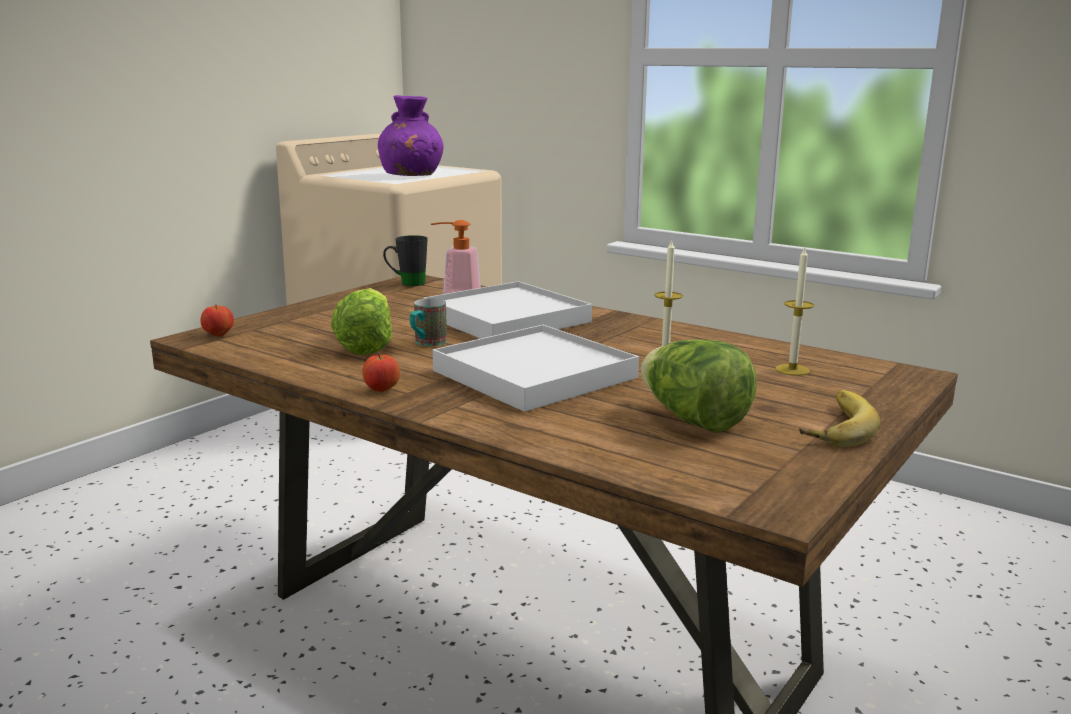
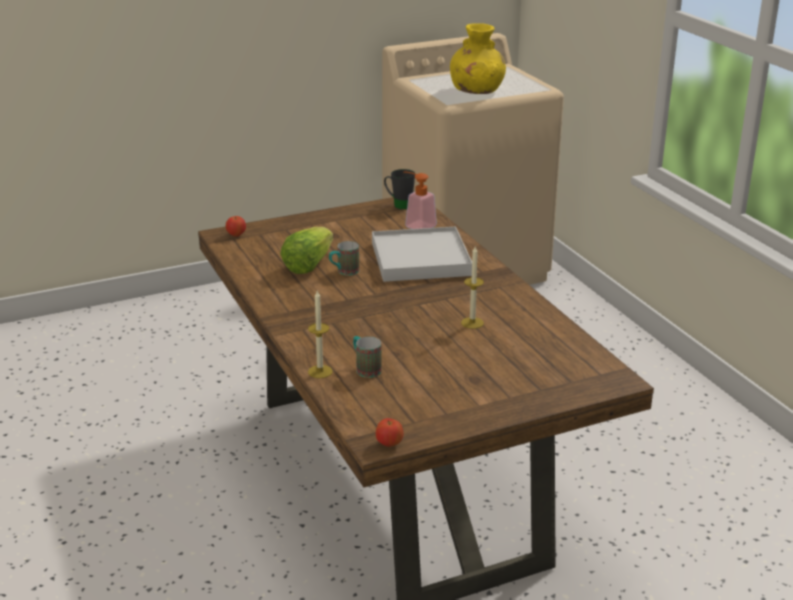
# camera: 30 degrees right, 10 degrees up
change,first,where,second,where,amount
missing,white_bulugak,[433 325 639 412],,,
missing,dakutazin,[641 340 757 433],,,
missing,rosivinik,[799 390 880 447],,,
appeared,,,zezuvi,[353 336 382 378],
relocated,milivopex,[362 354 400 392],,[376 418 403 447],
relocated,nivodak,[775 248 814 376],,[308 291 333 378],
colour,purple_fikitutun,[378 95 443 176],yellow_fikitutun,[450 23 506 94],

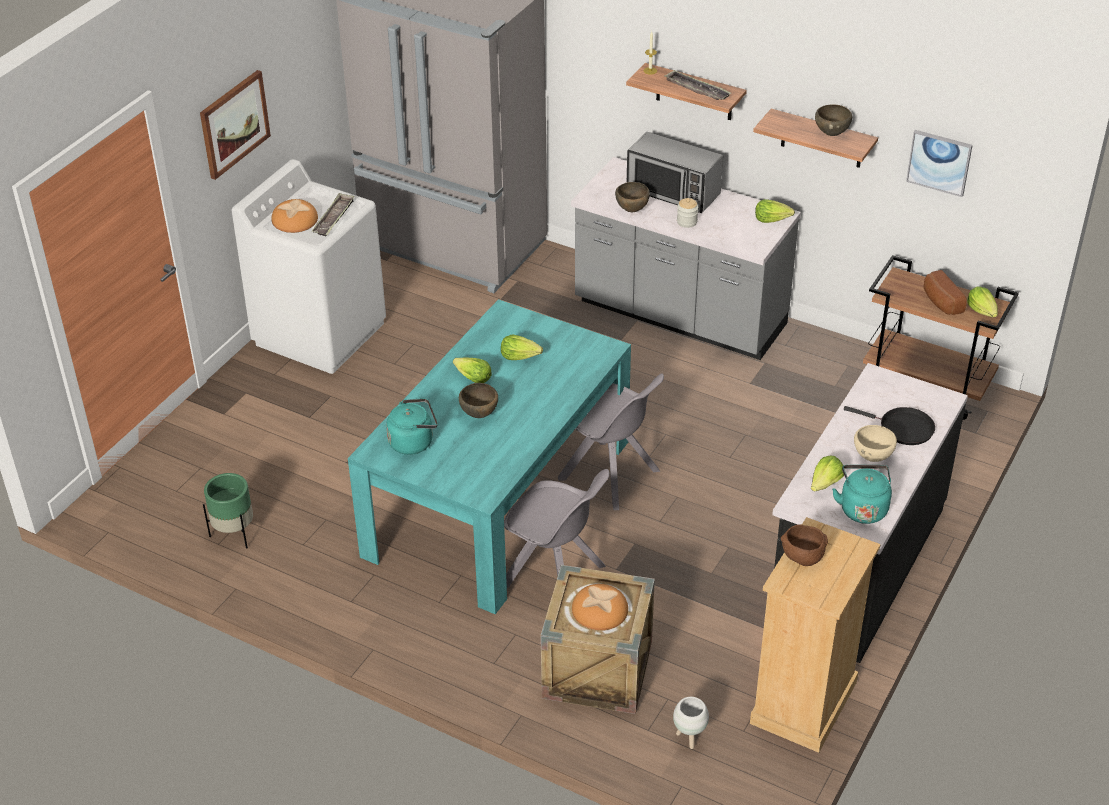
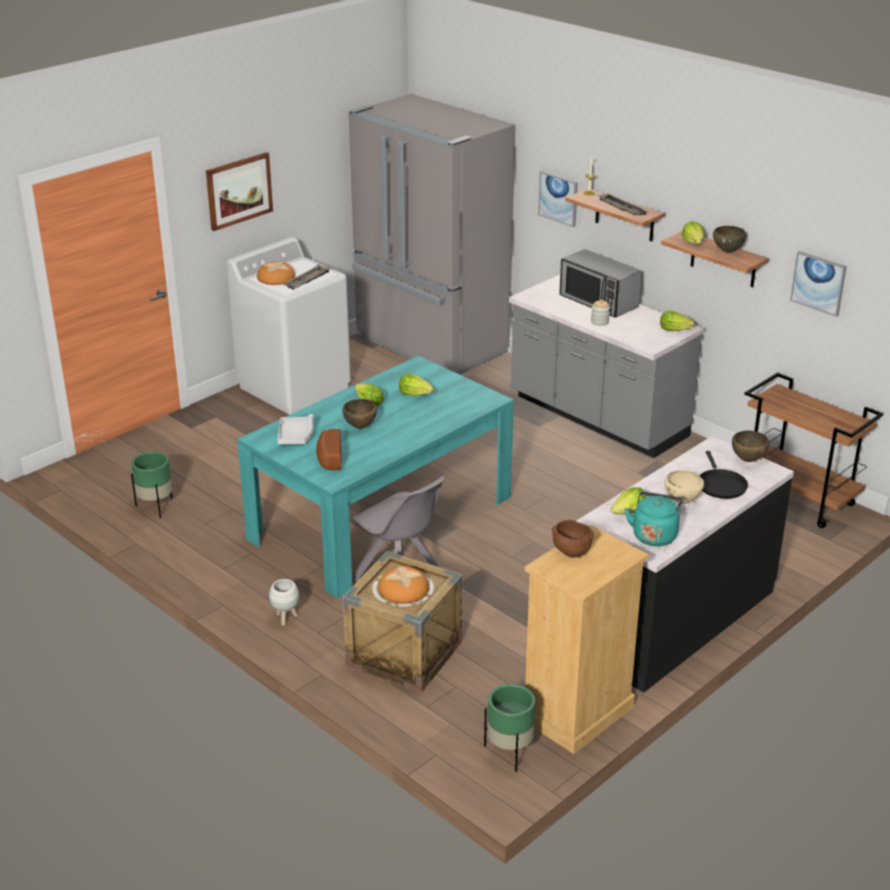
# camera: 15 degrees right, 10 degrees down
change,first,where,second,where,amount
missing,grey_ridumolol,[558 374 664 510],,,
appeared,,,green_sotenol,[484 684 535 772],
appeared,,,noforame,[538 171 578 227],
relocated,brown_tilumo,[615 182 650 212],,[732 431 769 462],
relocated,white_sotenol,[673 697 709 749],,[269 579 299 626],
relocated,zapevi,[924 270 967 315],,[316 429 342 470],
relocated,dakutazin,[967 287 998 318],,[682 221 705 244],
exchanged,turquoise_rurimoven,[386 398 438 455],grey_bulugak,[277 414 314 445],
spun,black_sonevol,[844 406 935 445],,[699 451 748 499],45 degrees clockwise

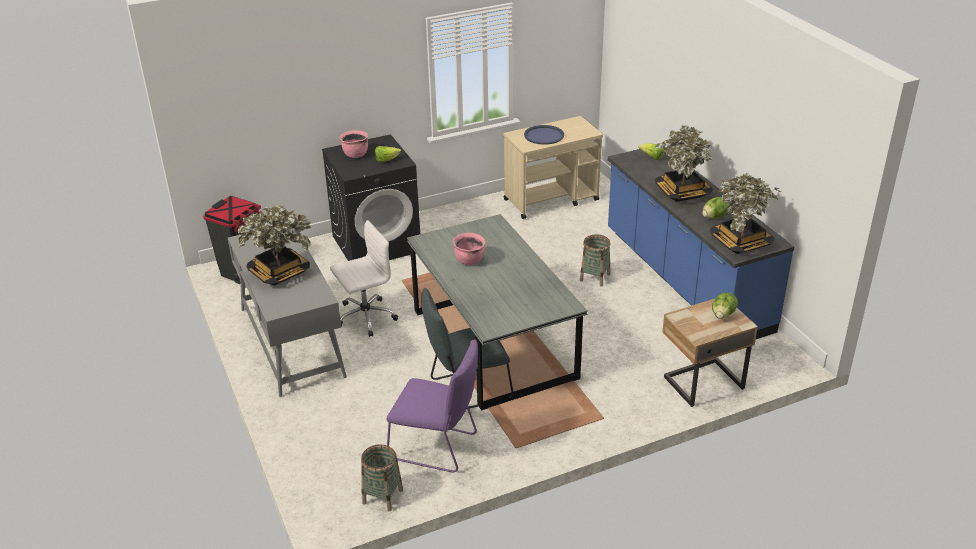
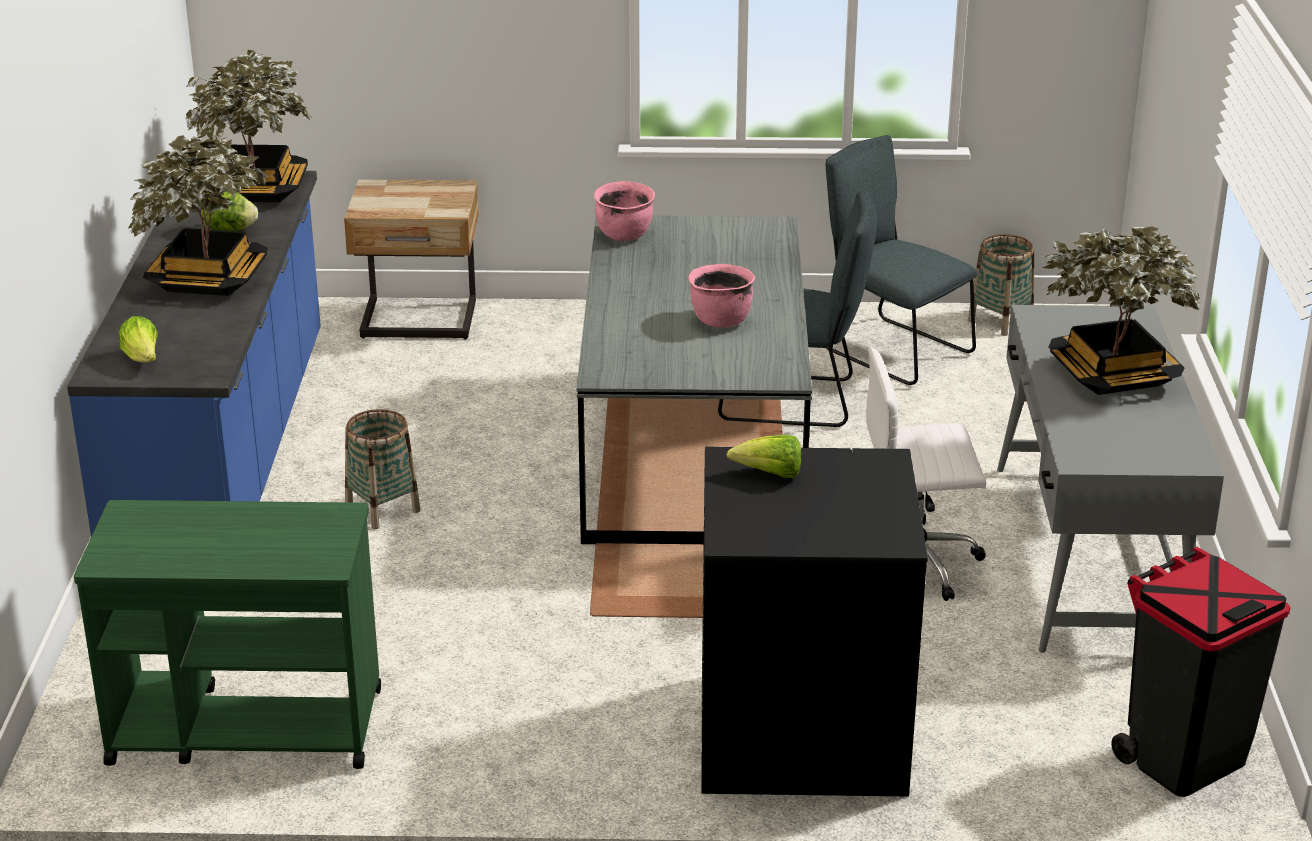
# camera: 155 degrees left, 5 degrees down
change,first,where,second,where,amount
missing,blue_bulugak,[524 125 564 145],,,
missing,dakutazin,[712 292 738 319],,,
relocated,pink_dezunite,[340 130 368 158],,[594 181 655 241],
colour,purple_ridumolol,[386 339 478 473],grey_ridumolol,[826 135 978 385],
colour,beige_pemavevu,[503 116 603 219],green_pemavevu,[74 500 381 769],

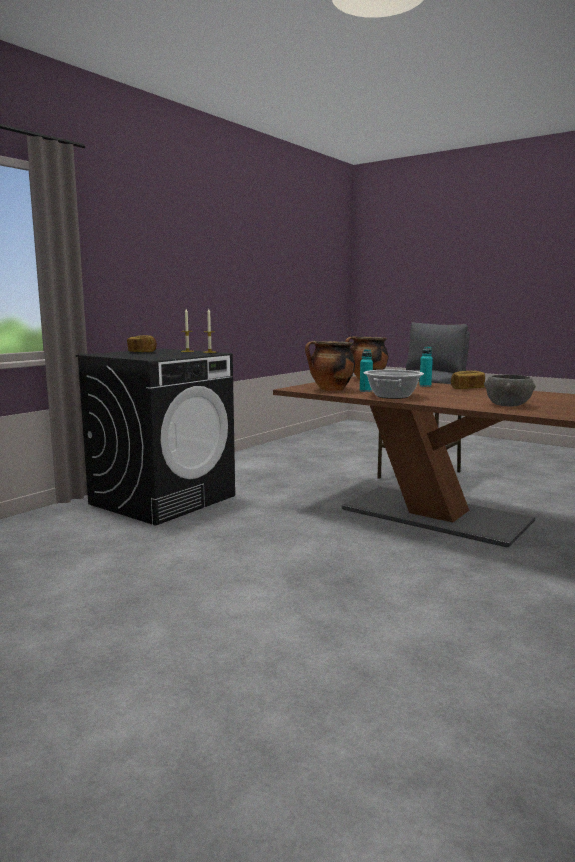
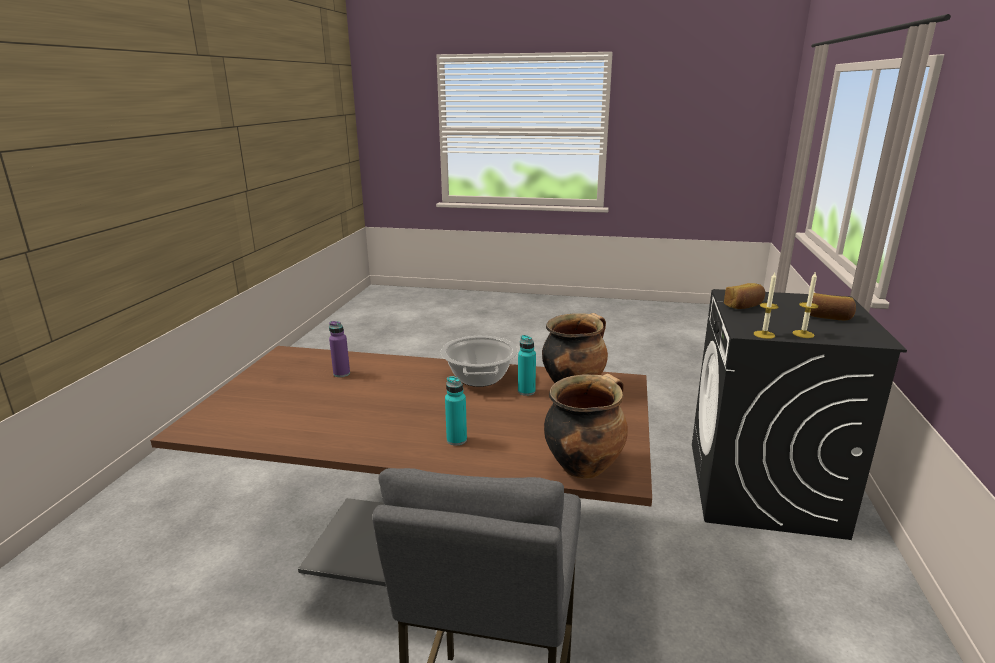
# camera: 155 degrees right, 10 degrees up
change,first,where,second,where,amount
relocated,zapevi,[451 371 485 389],,[724 283 765 309],
exchanged,grey_tilumo,[484 374 536 406],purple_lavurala,[329 321 350 377],

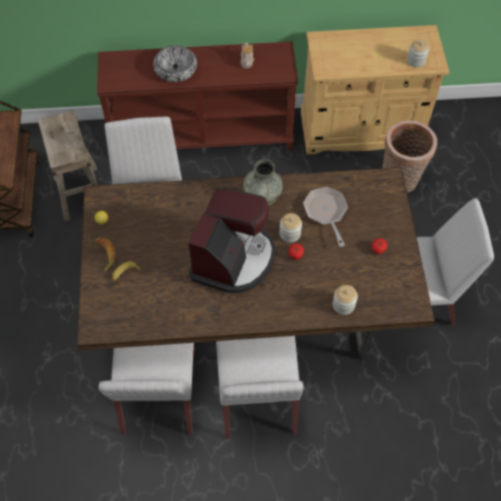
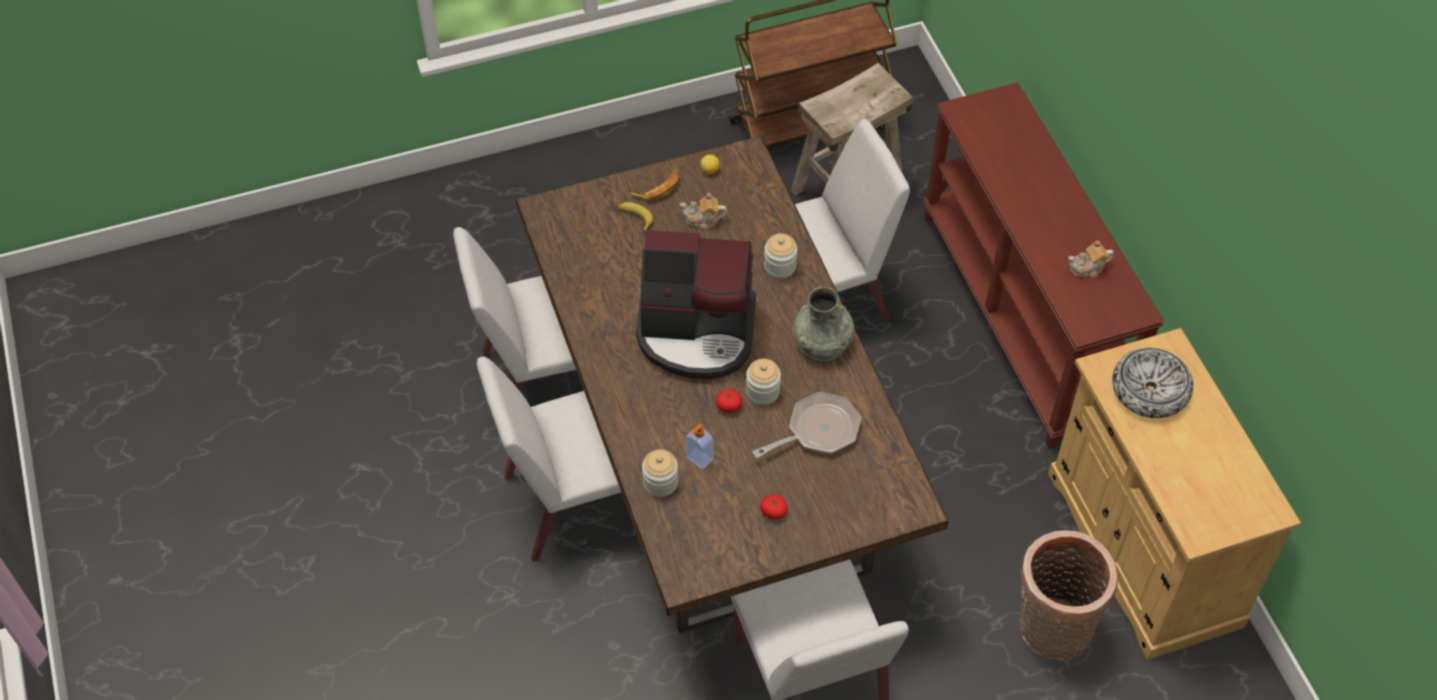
# camera: 75 degrees right, 5 degrees down
change,first,where,second,where,amount
appeared,,,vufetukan,[680 193 727 230],
appeared,,,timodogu,[685 423 714 470],
relocated,tilumo,[153 45 197 82],,[1112 348 1193 418],
relocated,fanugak,[407 39 429 67],,[764 234 797 279],

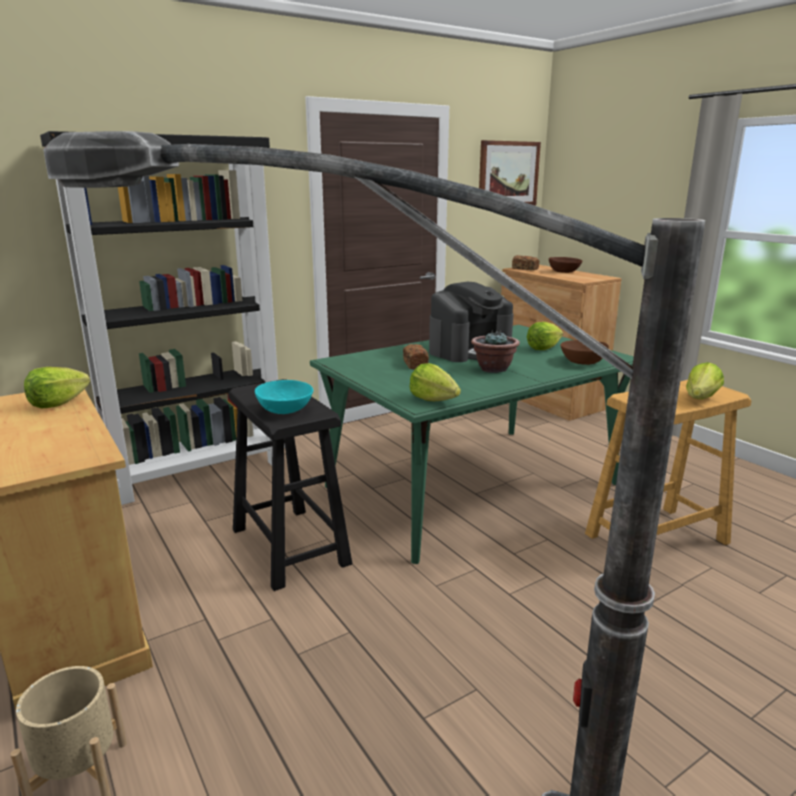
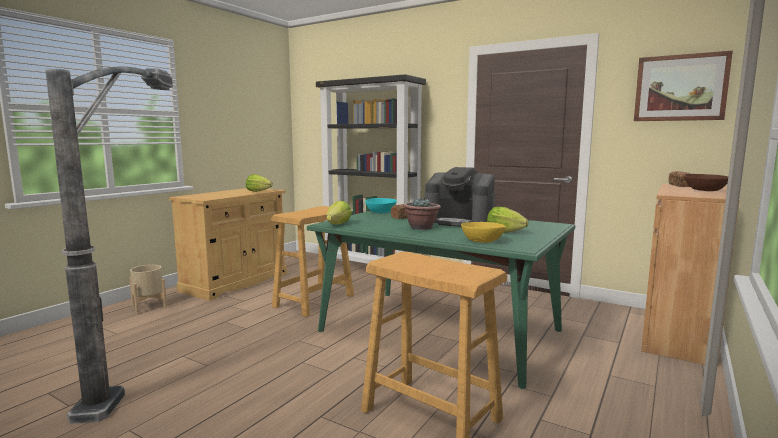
# camera: 65 degrees right, 10 degrees down
change,first,where,second,where,amount
missing,dakutazin,[686 362 724 399],,,
relocated,turquoise_tilumo,[255 380 313 414],,[365 198 397 213],
colour,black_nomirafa,[228 379 352 591],beige_nomirafa,[271 206 354 317],
colour,brown_tilumo,[560 340 609 365],yellow_tilumo,[461 222 506 243],

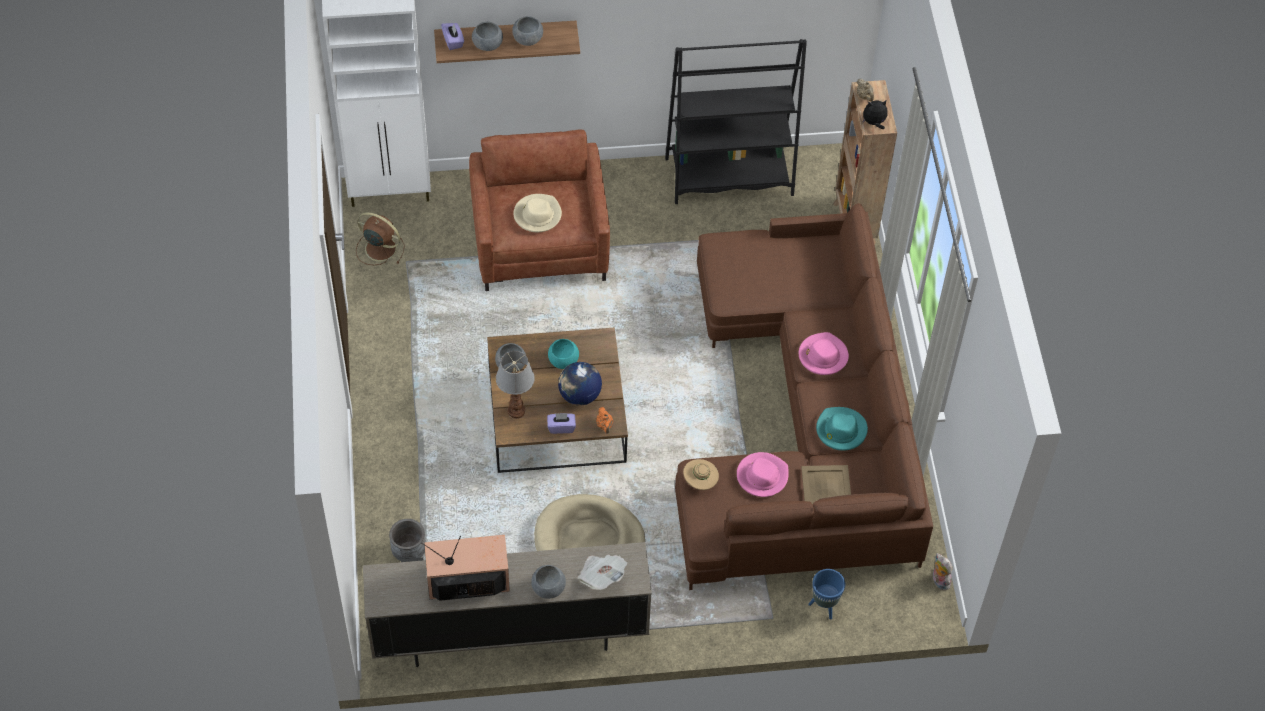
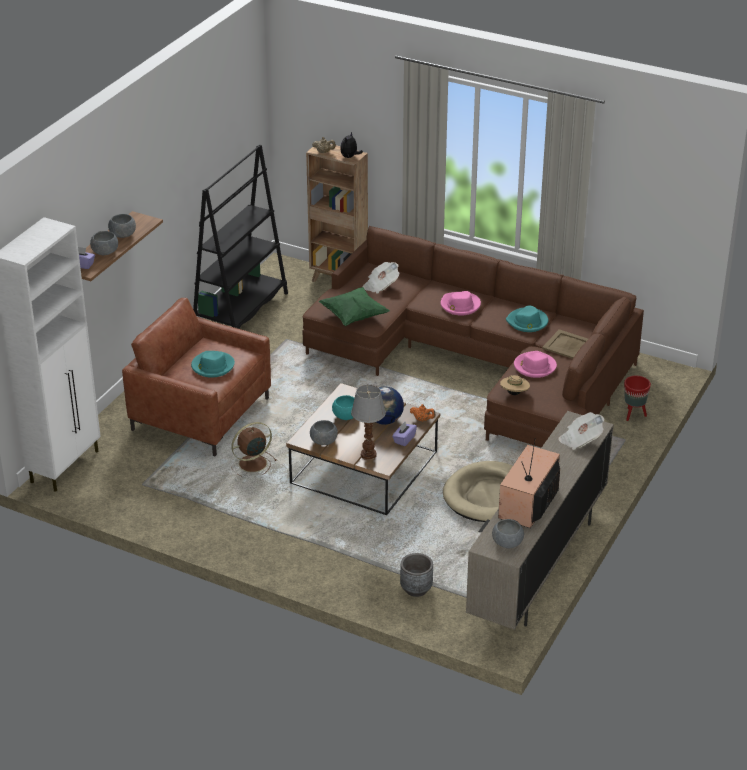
# camera: 55 degrees left, 20 degrees down
change,first,where,second,where,amount
missing,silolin,[933 553 952 590],,,
appeared,,,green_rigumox,[318 287 390 326],
appeared,,,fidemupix,[362 262 399 294],
relocated,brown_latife,[356 212 405 265],,[231 422 277 476],
relocated,grey_tilumo,[531 565 566 599],,[492 519 524 548],
colour,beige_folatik,[513 194 562 232],turquoise_folatik,[191 351 235 377],
colour,blue_sotenol,[808 569 845 620],red_sotenol,[624 376 651 421],

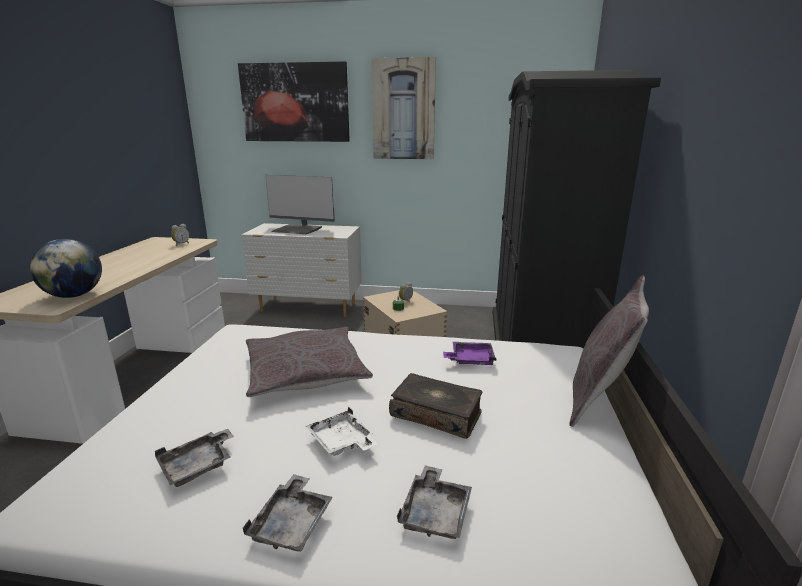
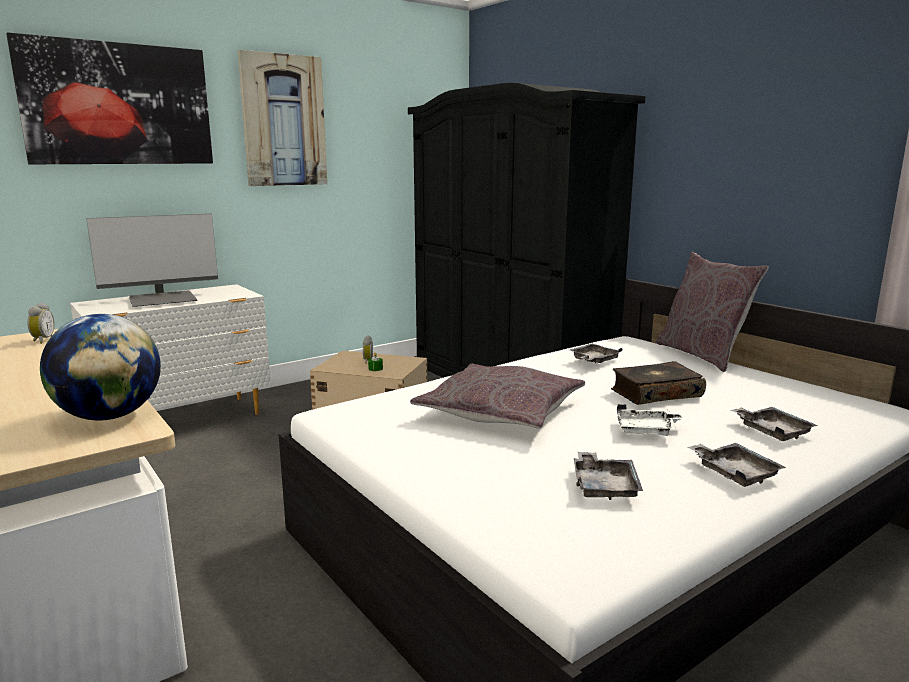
# camera: 45 degrees left, 5 degrees down
change,first,where,second,where,amount
colour,purple_bulugak,[443 342 496 365],grey_bulugak,[570 344 623 363],

